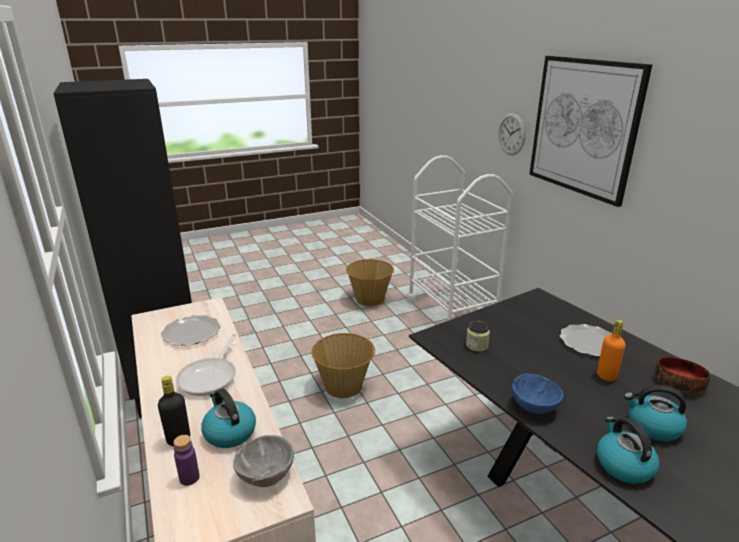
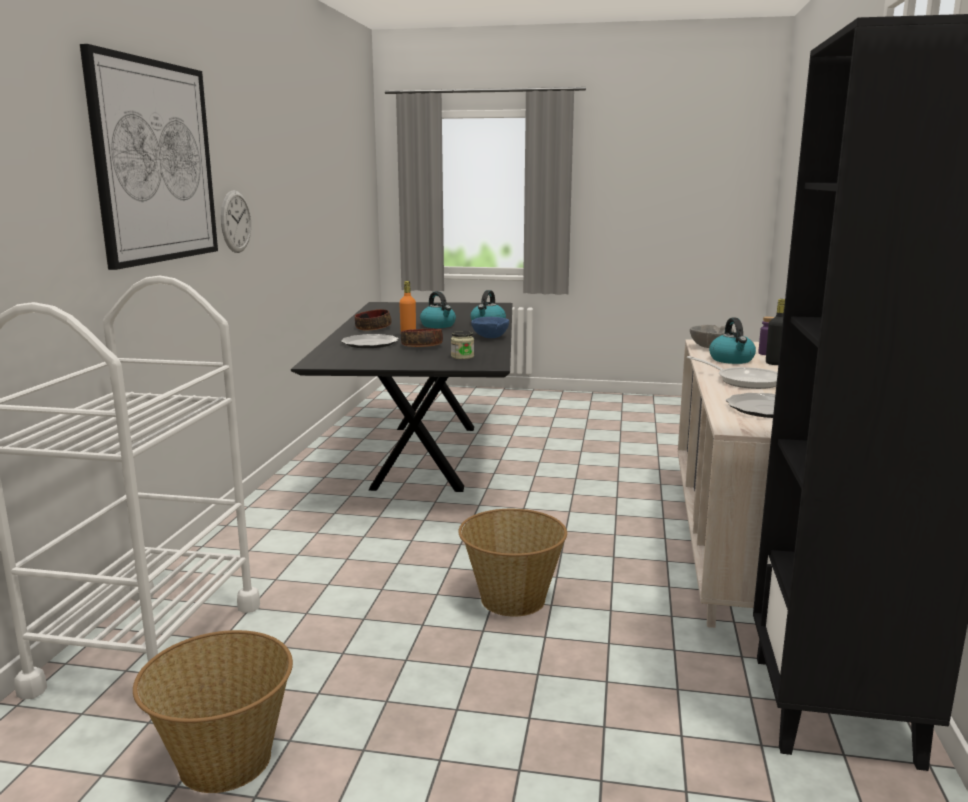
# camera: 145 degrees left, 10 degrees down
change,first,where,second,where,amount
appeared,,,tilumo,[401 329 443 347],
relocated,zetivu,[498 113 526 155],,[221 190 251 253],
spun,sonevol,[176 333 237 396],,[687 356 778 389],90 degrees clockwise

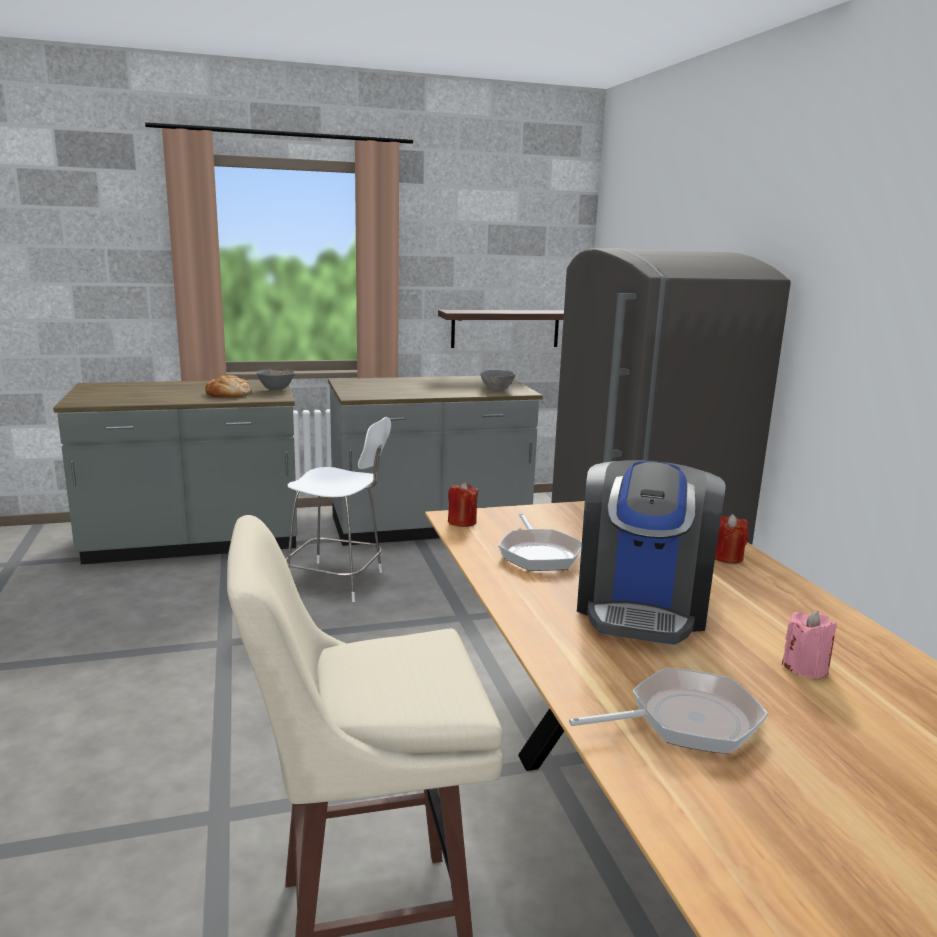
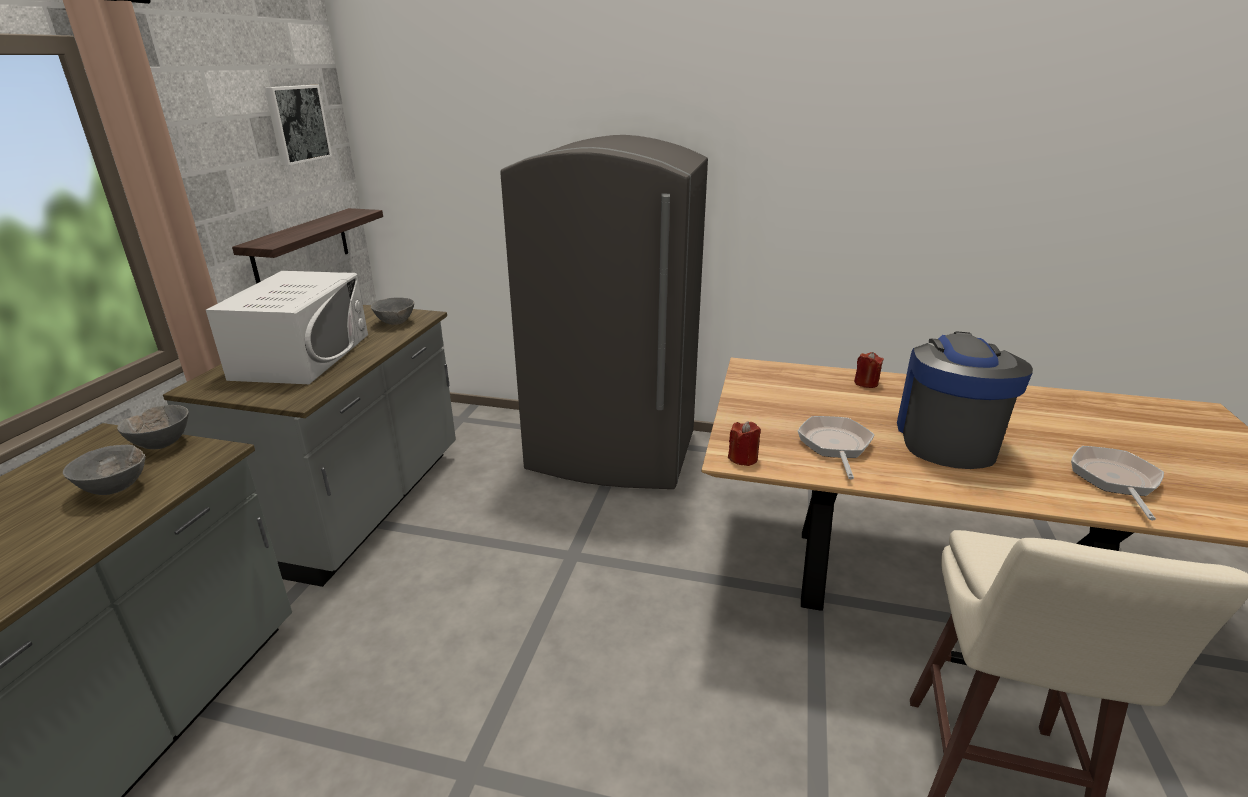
# camera: 60 degrees left, 10 degrees up
change,first,where,second,where,amount
missing,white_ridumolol,[286 417 391 602],,,
missing,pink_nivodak,[782 611 837 679],,,
appeared,,,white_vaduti,[206 271 368 384],
appeared,,,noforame,[265 85 332 166],
exchanged,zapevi,[205 375 252 397],grey_tilumo,[63 445 146 495],
spun,sonevol,[498 513 582 571],,[798 416 874 480],105 degrees counterclockwise
spun,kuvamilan,[577 460 726 644],,[897 331 1033 469],120 degrees counterclockwise

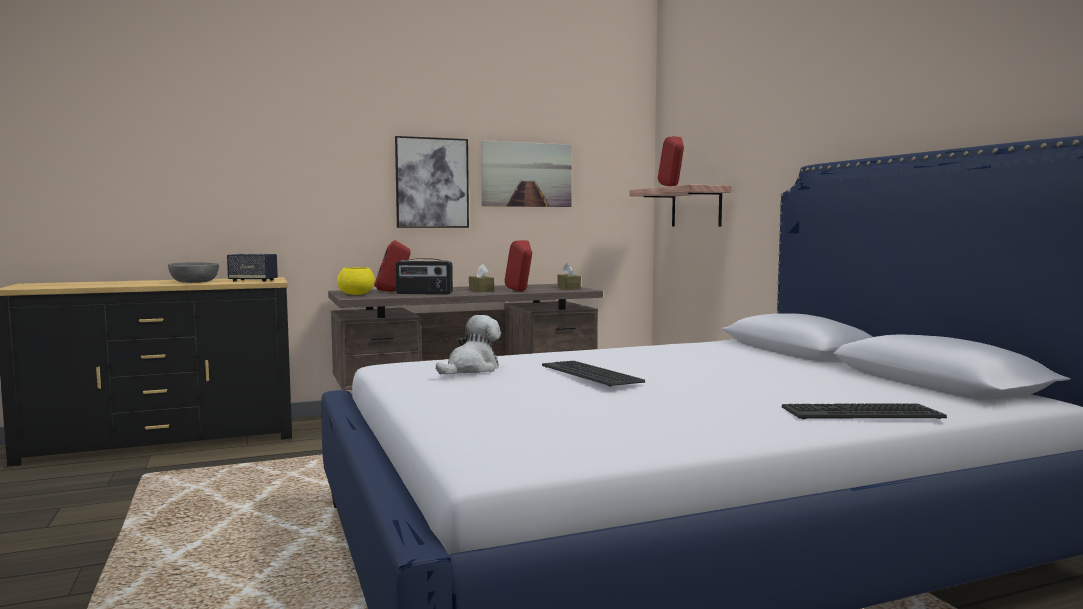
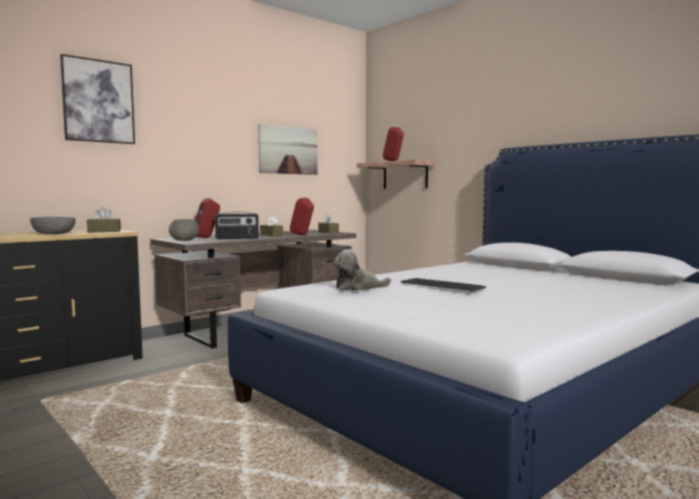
# camera: 20 degrees left, 0 degrees up
change,first,where,second,where,amount
missing,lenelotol,[782 403 947 419],,,
relocated,noforame,[395 136 469 228],,[60 54 135 144],
exchanged,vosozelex,[227 253 278 282],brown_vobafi,[87 207 121 232],
colour,yellow_tilumo,[337 267 375 295],grey_tilumo,[169 219 199 241],
spun,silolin,[436 315 501 375],,[333 249 391 291],120 degrees counterclockwise

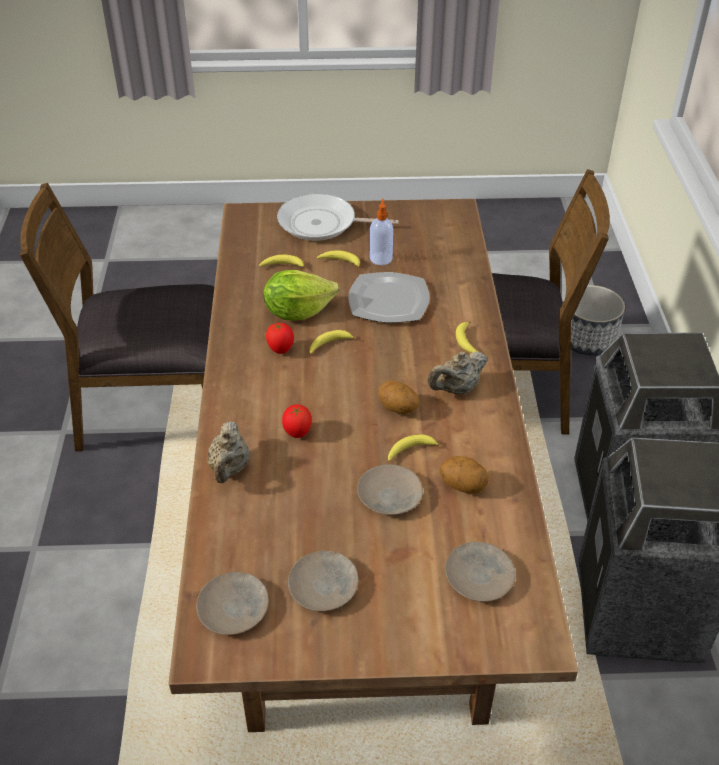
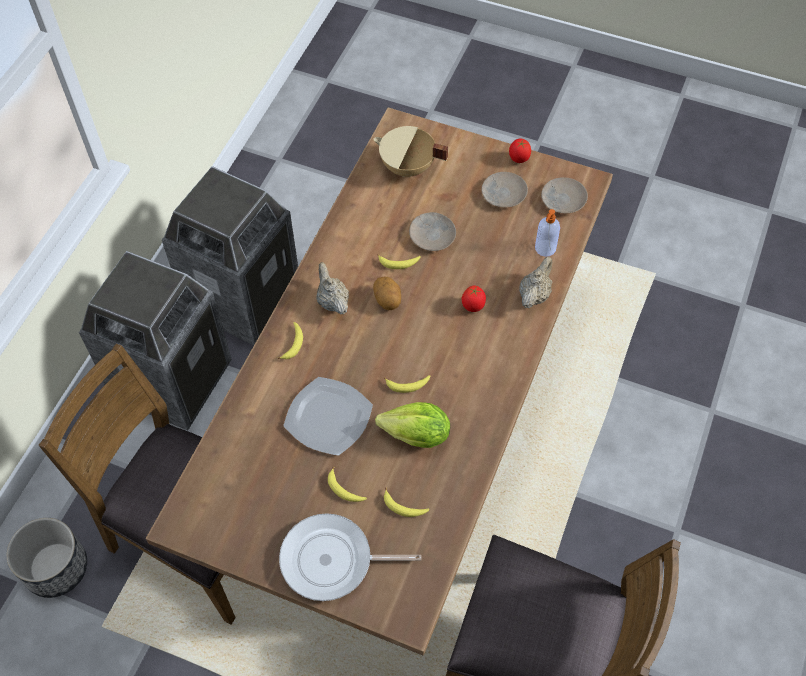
# camera: 155 degrees left, 15 degrees up
change,first,where,second,where,amount
missing,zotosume,[440 456 489 493],,,
relocated,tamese,[266 323 294 354],,[509 139 531 163],
relocated,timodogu,[370 198 393 265],,[535 209 560 257],
exchanged,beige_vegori,[445 542 515 602],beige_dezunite,[373 126 448 177],
spun,sonevol,[277 193 398 241],,[279 513 422 601],150 degrees clockwise
spun,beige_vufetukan,[428 352 487 394],,[316 262 349 315],105 degrees counterclockwise

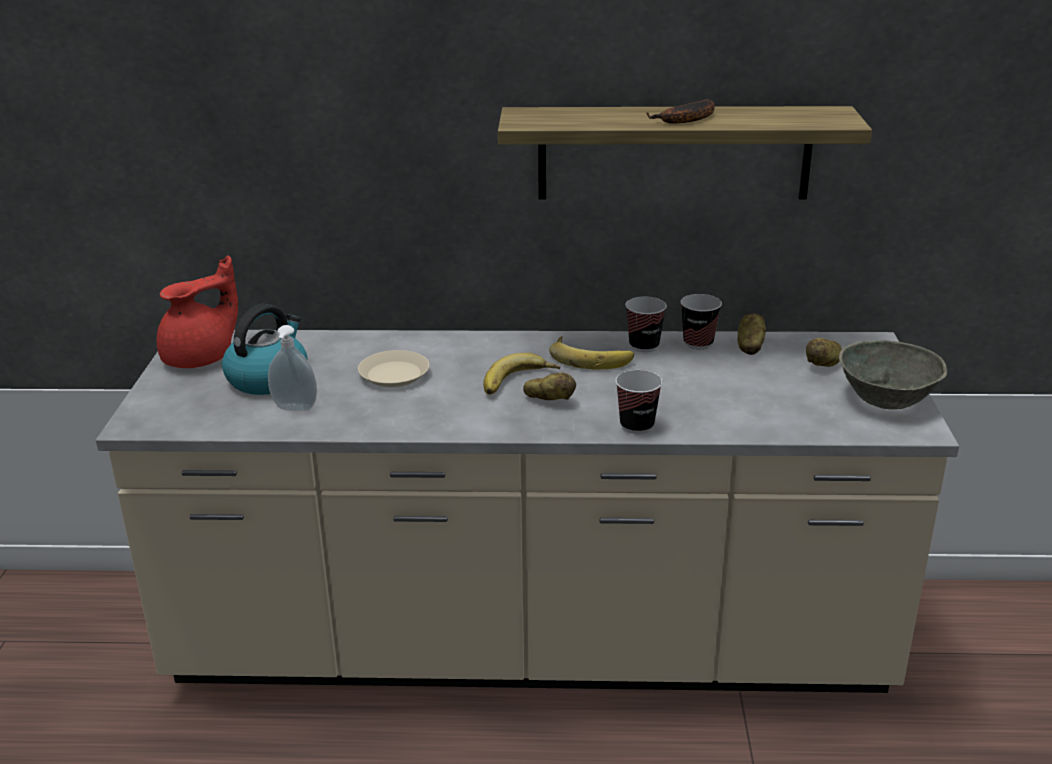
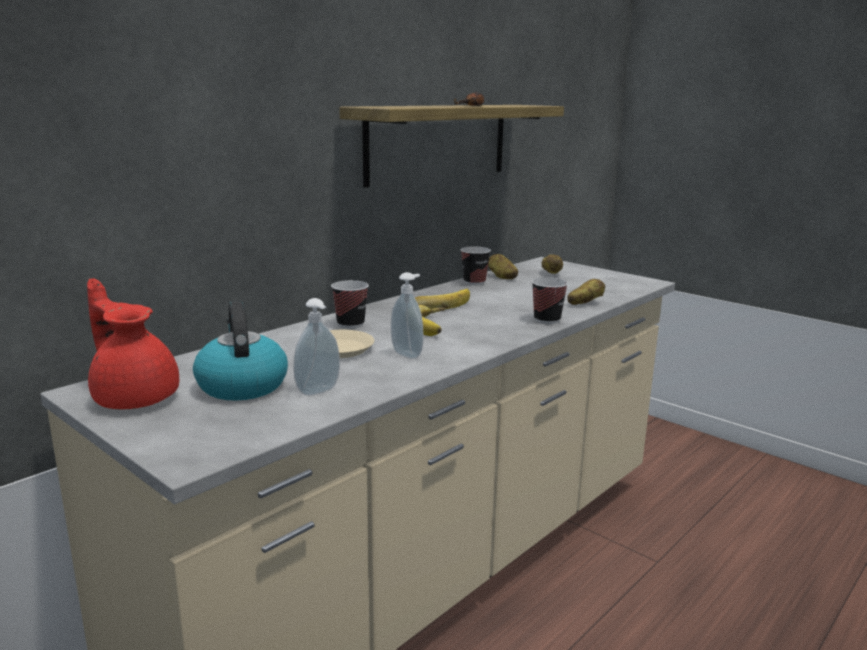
# camera: 50 degrees left, 10 degrees down
change,first,where,second,where,amount
missing,grey_tilumo,[839 340 947 409],,,
appeared,,,timodogu,[391 272 424 359],
relocated,zotosume,[523 373 576 400],,[567 279 605 305],
relocated,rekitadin,[625 297 667 352],,[331 280 369 329],
spun,red_vufetukan,[157 256 238 368],,[87 279 179 409],45 degrees counterclockwise

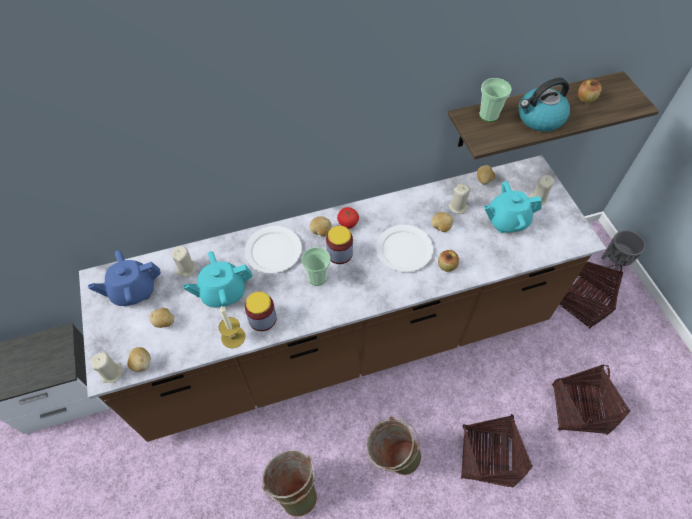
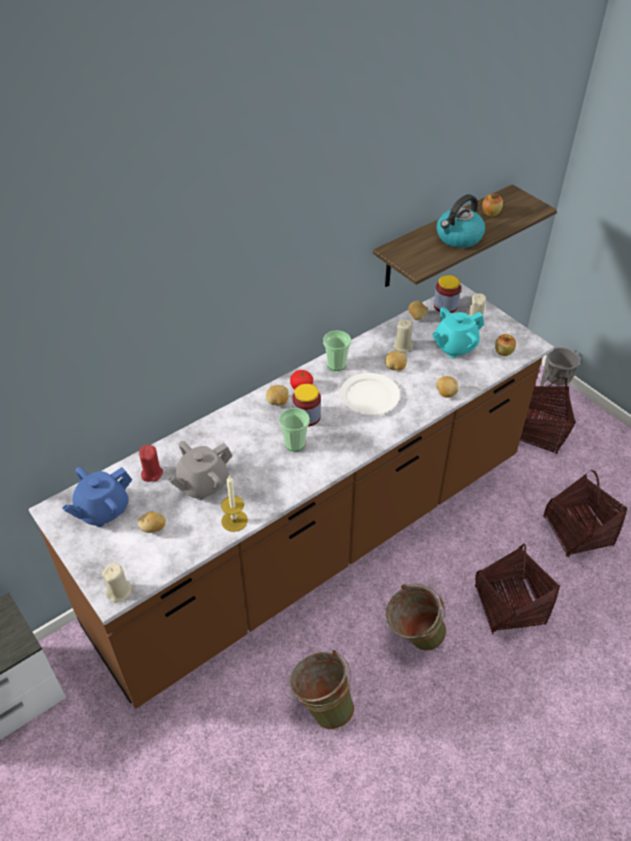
# camera: 20 degrees left, 10 degrees down
change,first,where,second,where,amount
missing,white_vegori,[245 226 302 273],,,
relocated,zotosume,[127 347 150 372],,[436 376 459 398],
relocated,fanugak,[245 291 277 331],,[434 275 461 313],
relocated,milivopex,[438 250 459 272],,[495 334 516 356],
relocated,rekitadin,[479 78 512 122],,[323 331 351 371],
colour,beige_nivodak,[172 246 197 278],red_nivodak,[139 445 163 482],
colour,turquoise_vufetukan,[183 251 253 308],grey_vufetukan,[167 441 233 500],

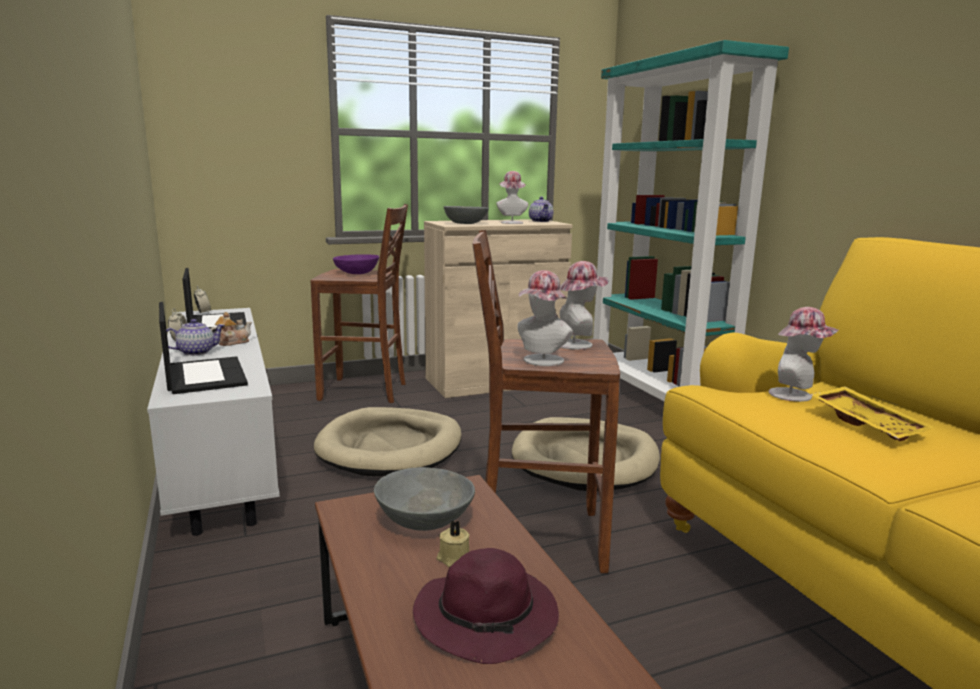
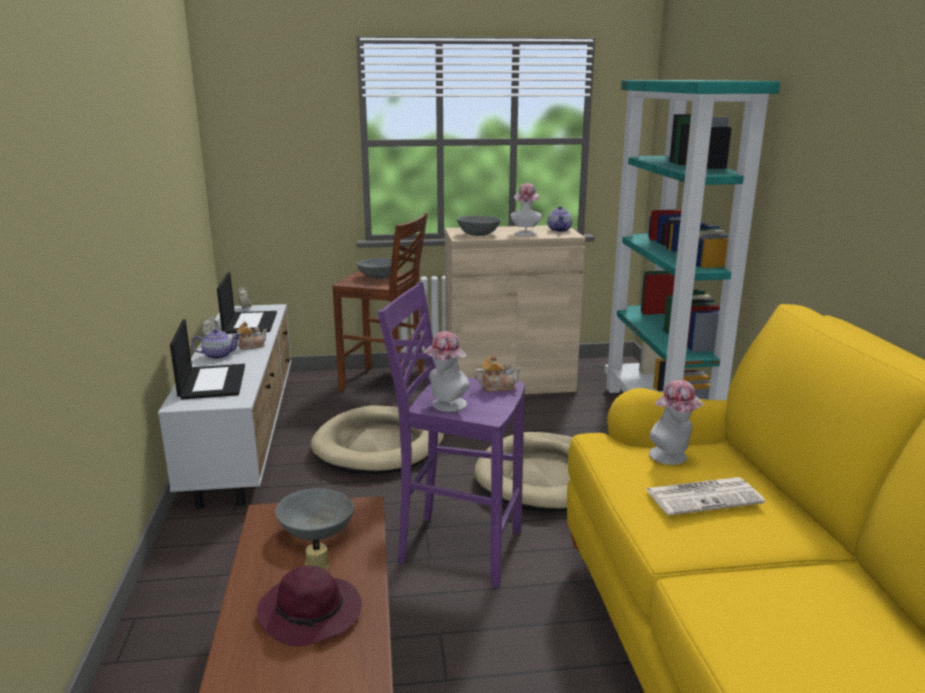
# camera: 15 degrees right, 5 degrees up
change,first,where,second,where,amount
exchanged,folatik,[560 261 609 350],vufetukan,[474 354 522 392],
exchanged,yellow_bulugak,[810 386 934 441],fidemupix,[646 477 765 515],
colour,purple_tilumo,[333 254 379 274],grey_tilumo,[357 258 399 279],
colour,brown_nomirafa,[472 230 620 573],purple_nomirafa,[378 282 525 588],

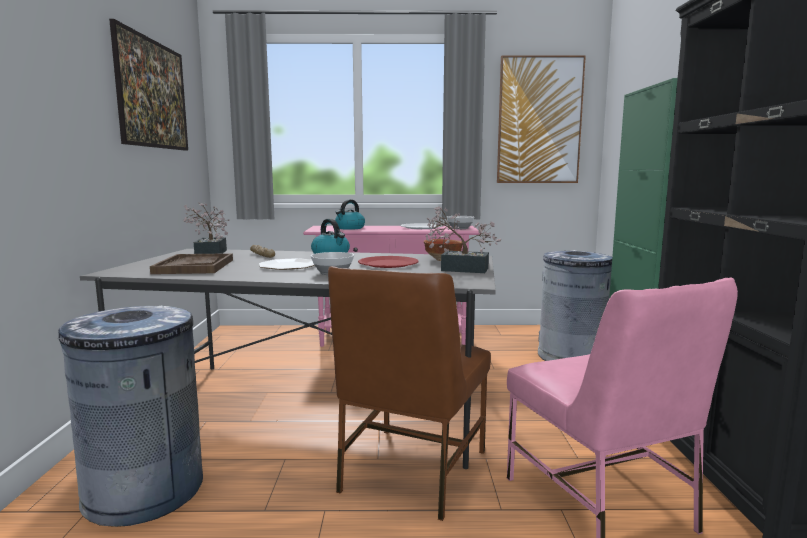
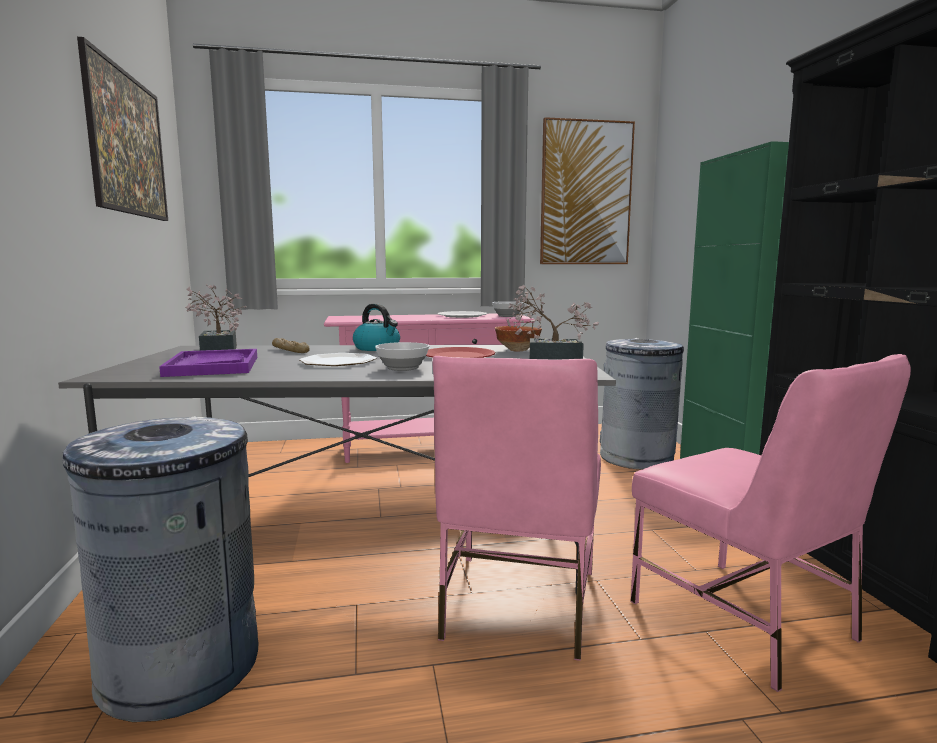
# camera: 10 degrees left, 0 degrees up
change,first,where,second,where,amount
missing,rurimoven,[335 200 365 230],,,
colour,brown_bulugak,[150 253 233 274],purple_bulugak,[159 349 257 377],
colour,brown_ridumolol,[328 266 491 521],pink_ridumolol,[432 356 601 661],

